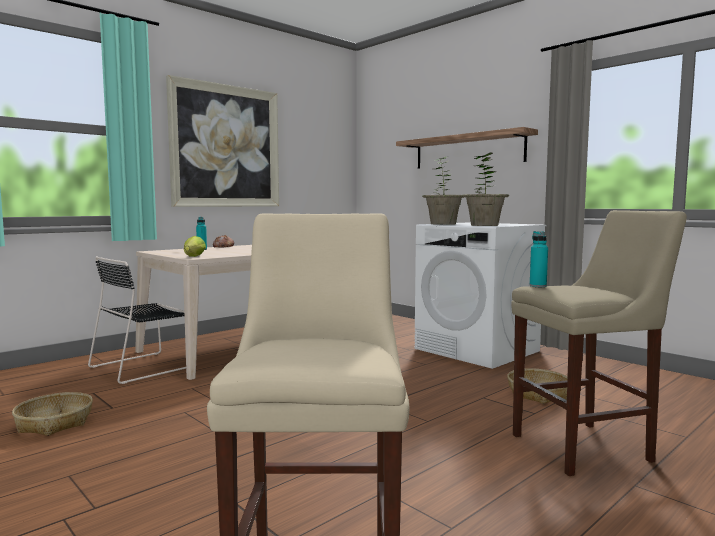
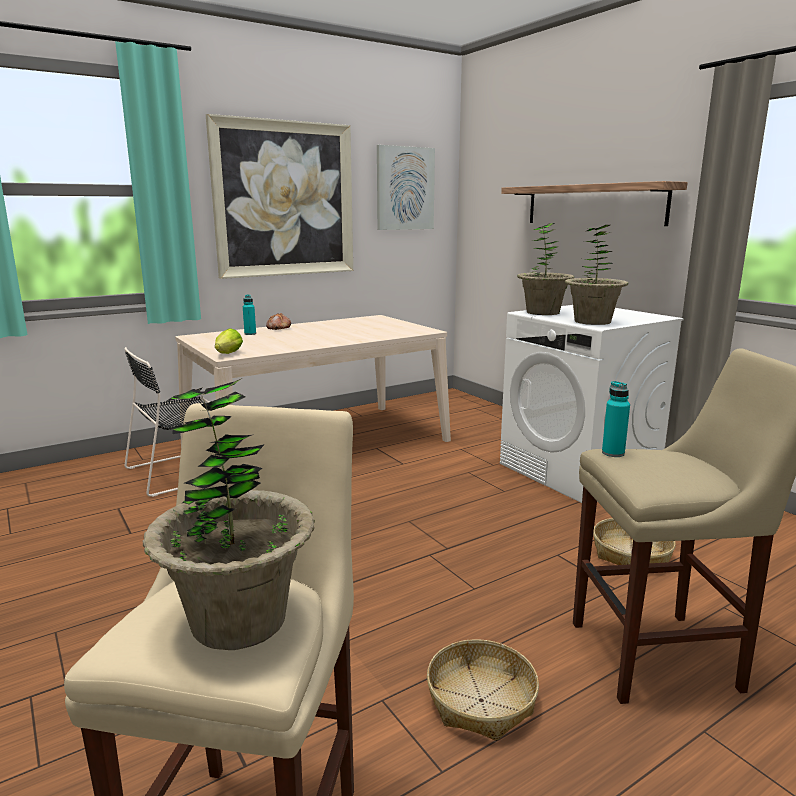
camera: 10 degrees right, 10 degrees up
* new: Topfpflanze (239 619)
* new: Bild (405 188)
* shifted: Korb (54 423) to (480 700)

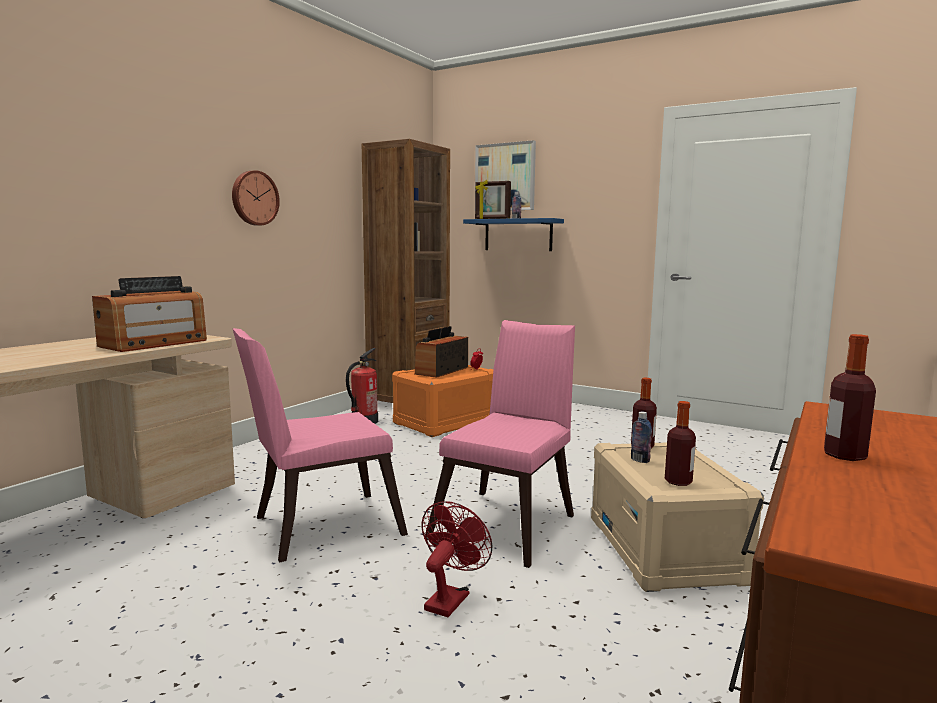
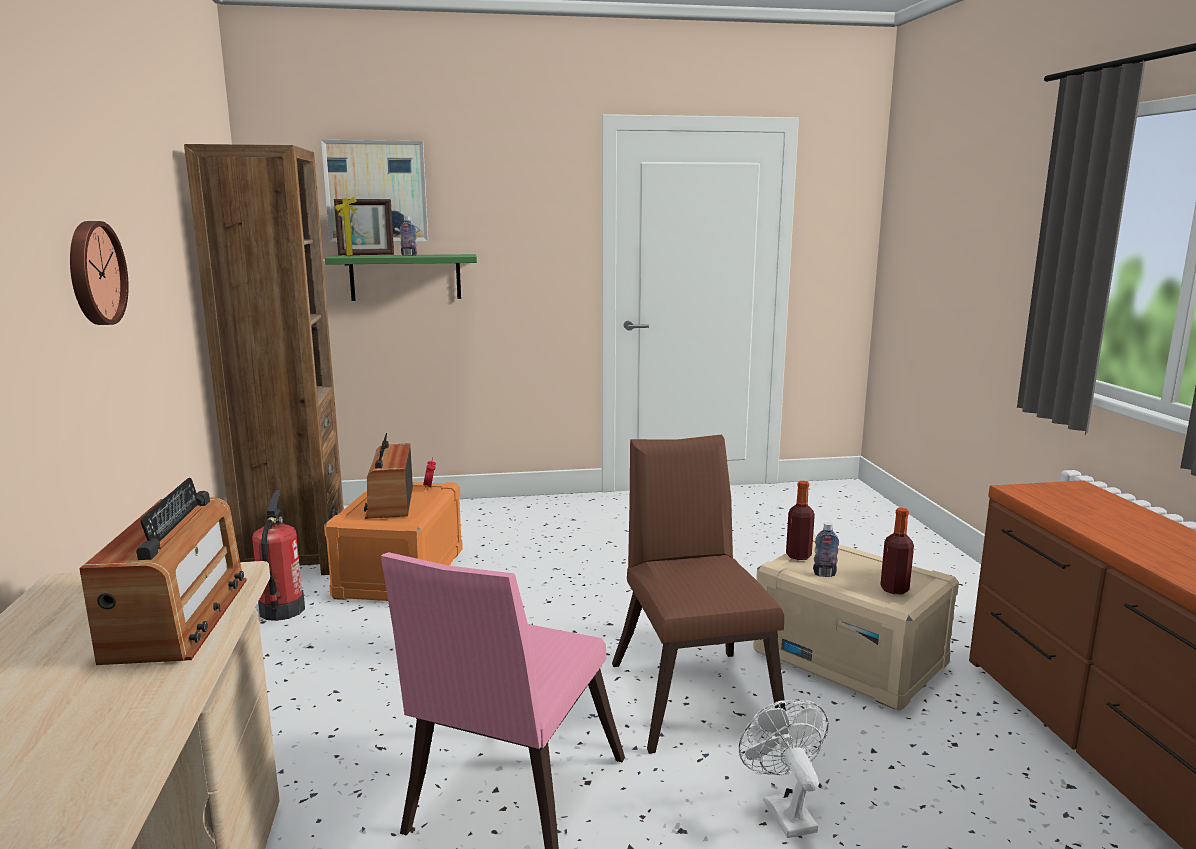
camera: 40 degrees left, 5 degrees up
* repainted: Wandregal (blau) (518 235) to Wandregal (grün) (405 277)
* repainted: Stuhl (rosa) (509 523) to Stuhl (braun) (693 690)
* repainted: Ventilator (rot) (450 598) to Ventilator (weiß) (783 810)
* gone: Flasche (844 455)

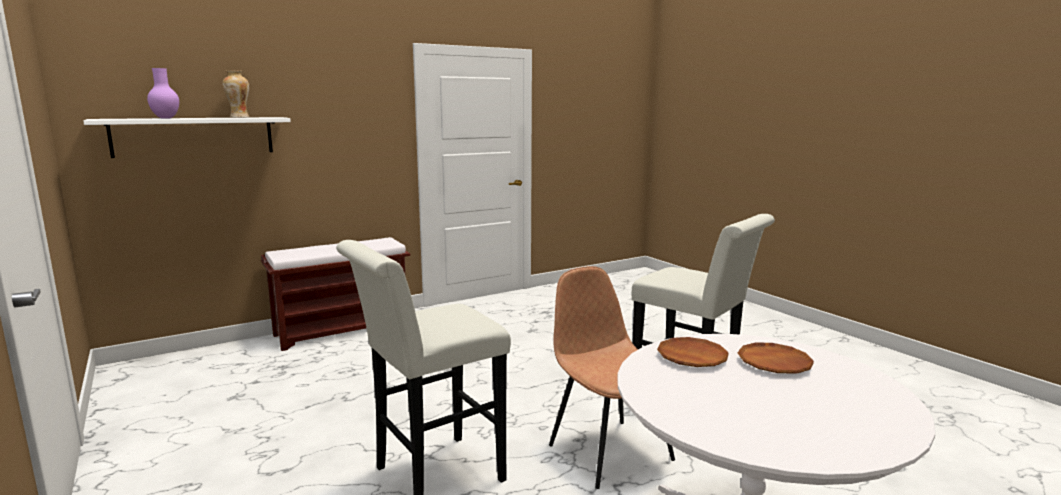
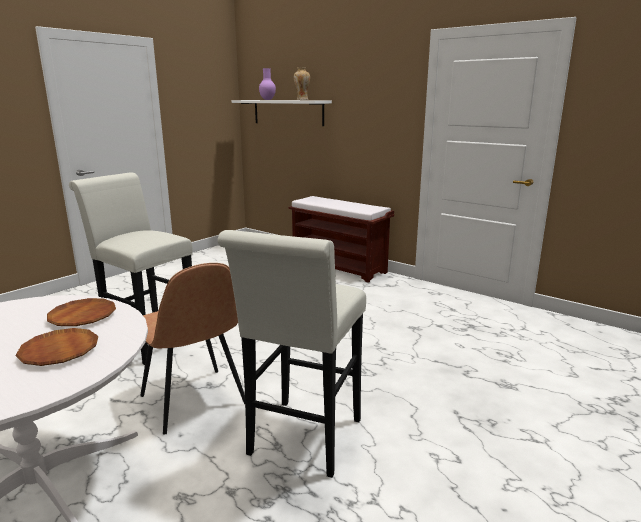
camera: 70 degrees right, 5 degrees up
* rotated: Stuhl (braun) (608 451) = (194 401) 105 degrees clockwise

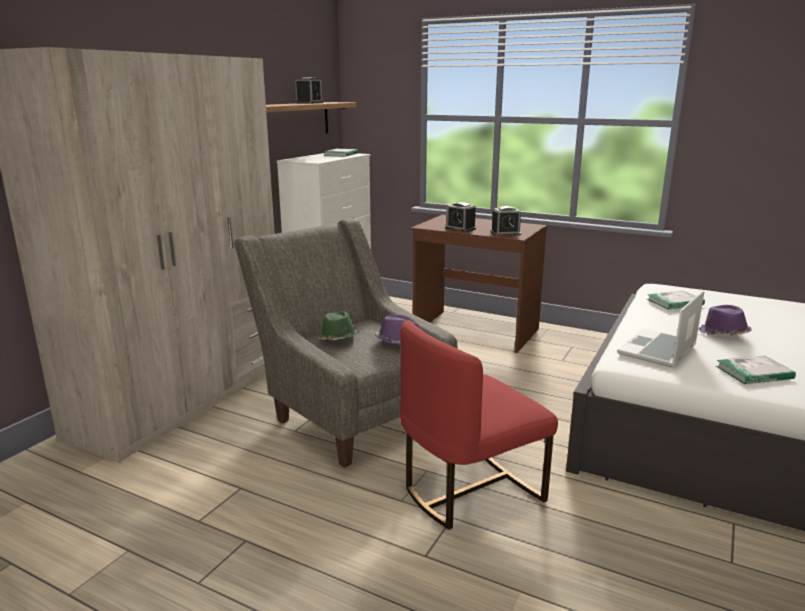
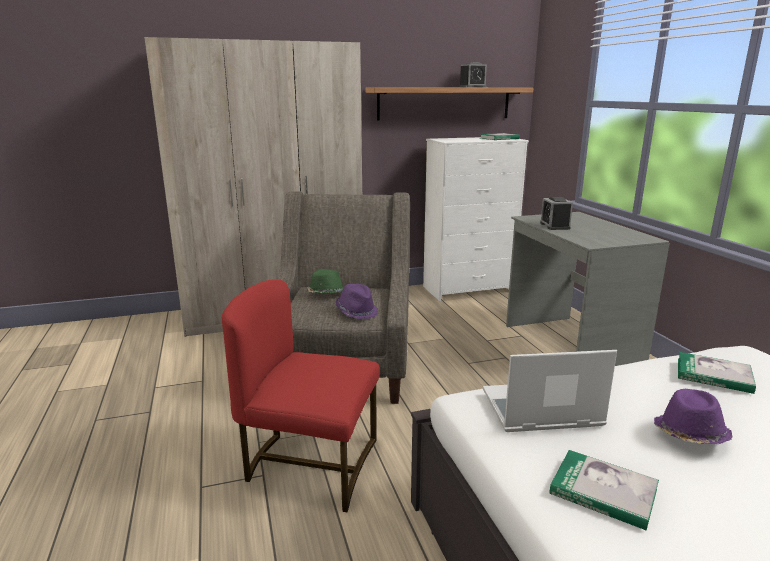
camera: 45 degrees right, 0 degrees up
* repainted: Schreibtisch (braun) (475 331) to Schreibtisch (grau) (569 345)
* gone: Wecker (505 233)

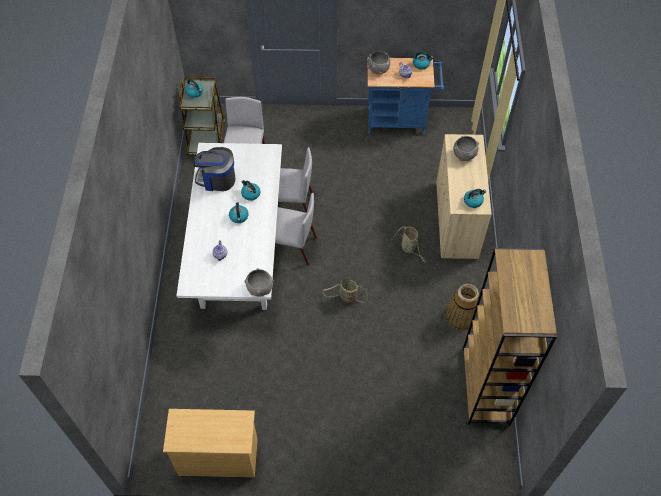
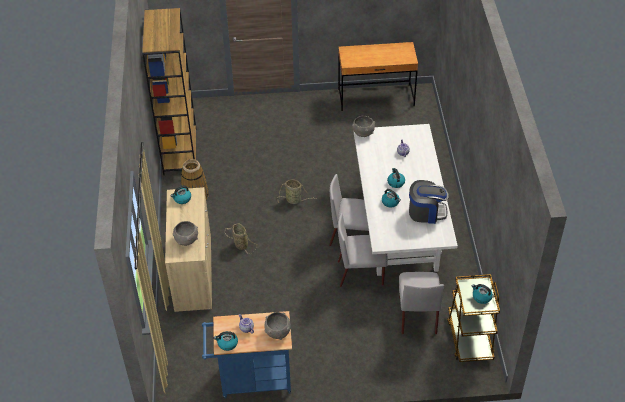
camera: 175 degrees right, 10 degrees down
* swapped: Kommode (beige) (218 457) to Schreibtisch (braun) (376 97)

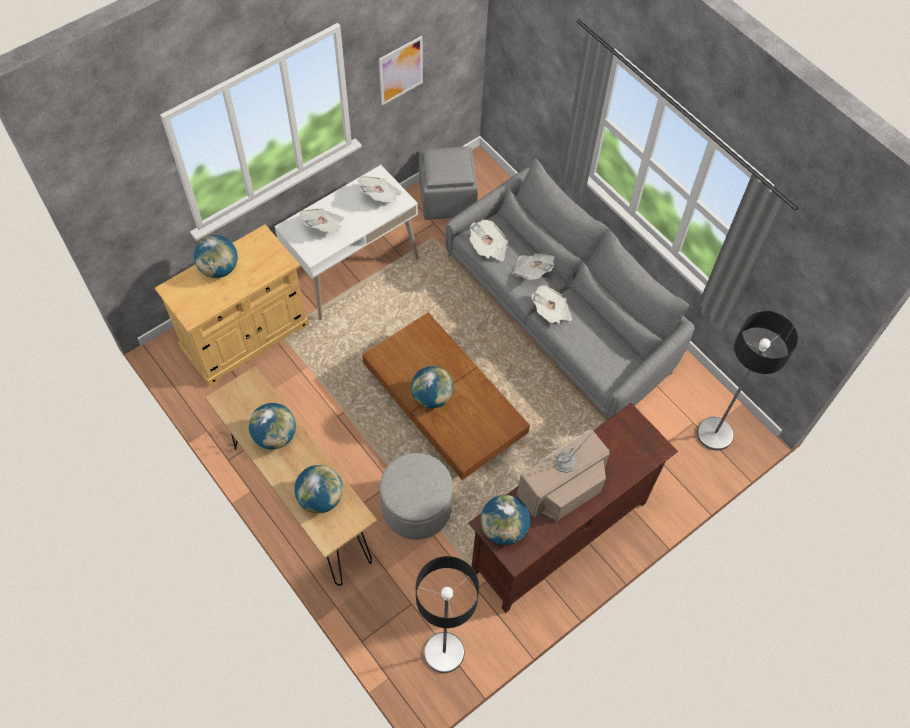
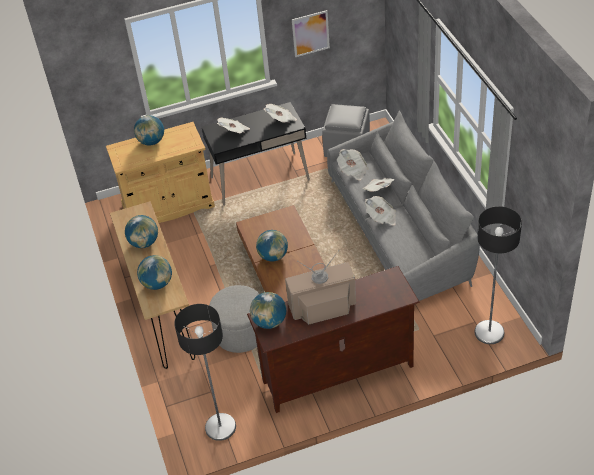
camera: 25 degrees right, 15 degrees down
* repainted: Schreibtisch (weiß) (352 269) to Schreibtisch (schwarz) (260 178)

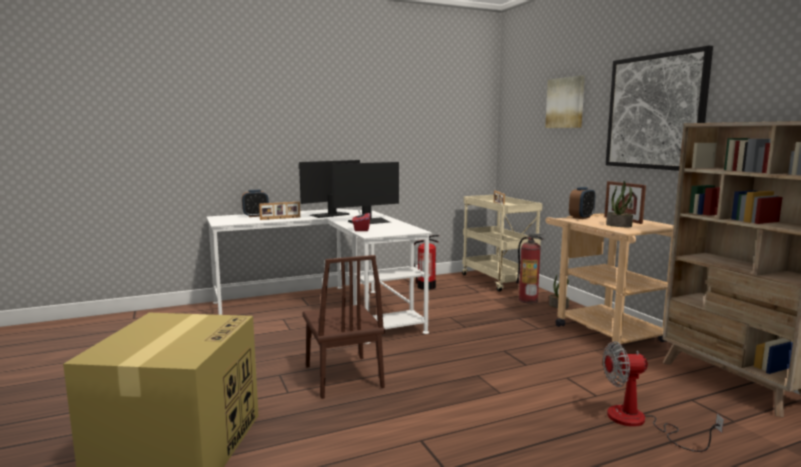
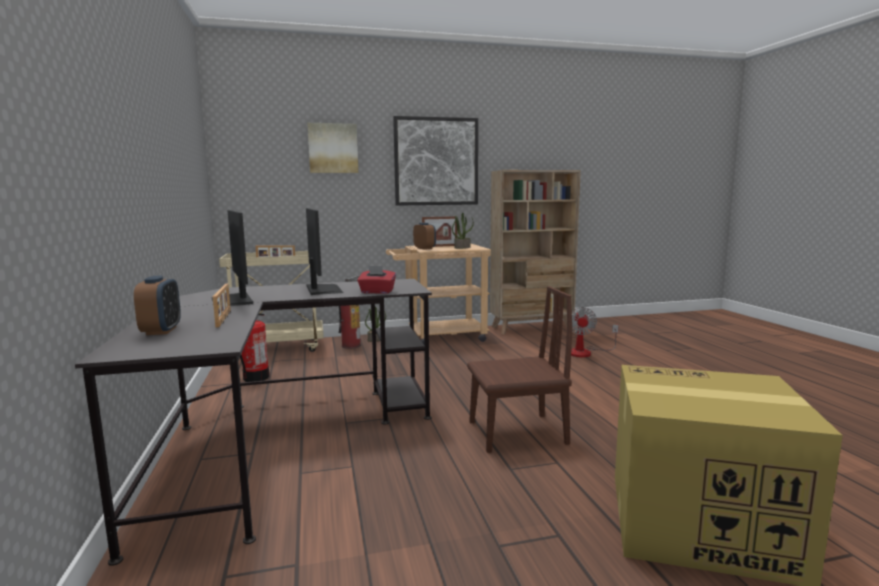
camera: 80 degrees left, 0 degrees up
* repainted: Schreibtisch (weiß) (326 308) to Schreibtisch (schwarz) (279 439)

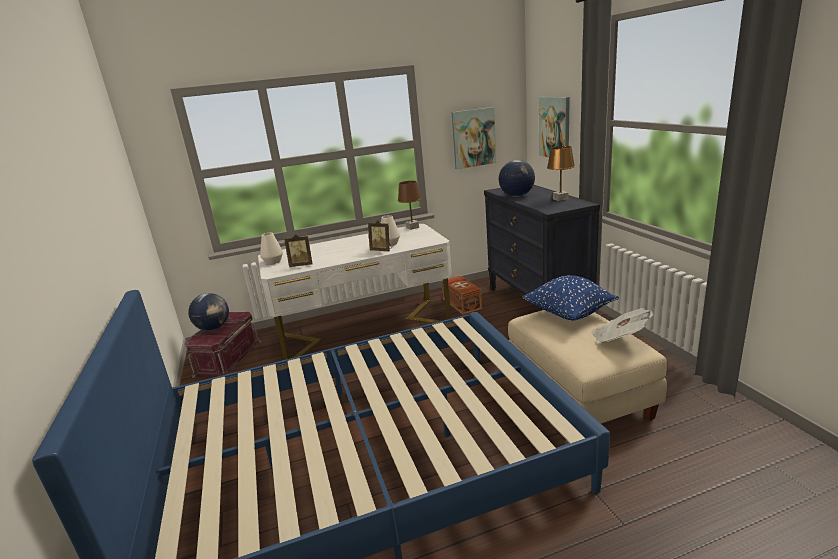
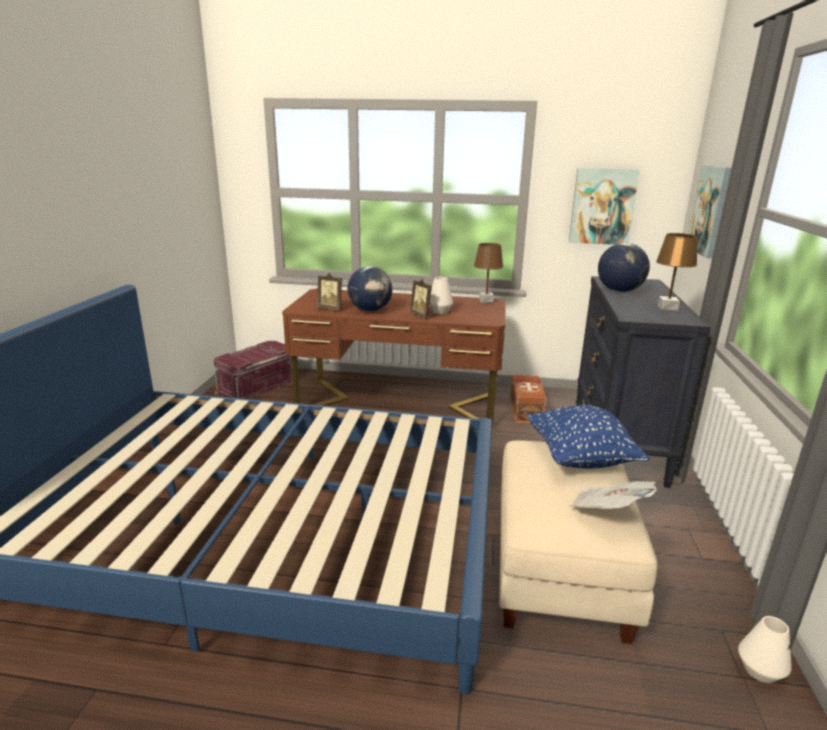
camera: 25 degrees right, 0 degrees up
* repainted: Schreibtisch (weiß) (364 330) to Schreibtisch (braun) (397 403)
* shifted: Globus (213 328) to (370 310)
* shifted: Vase (weiß) (273 262) to (759 670)

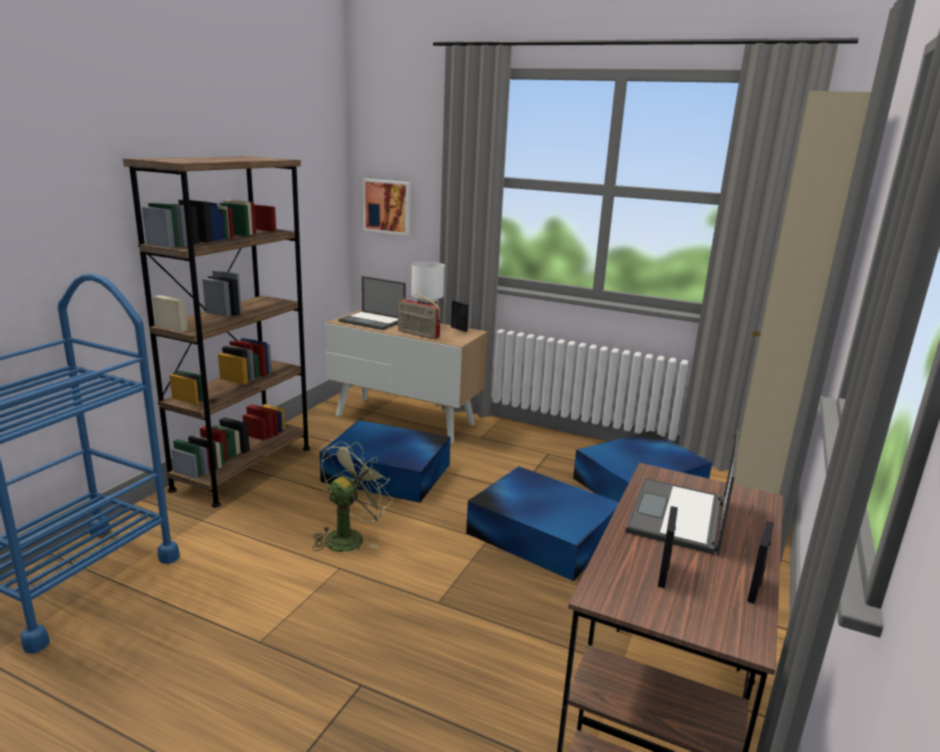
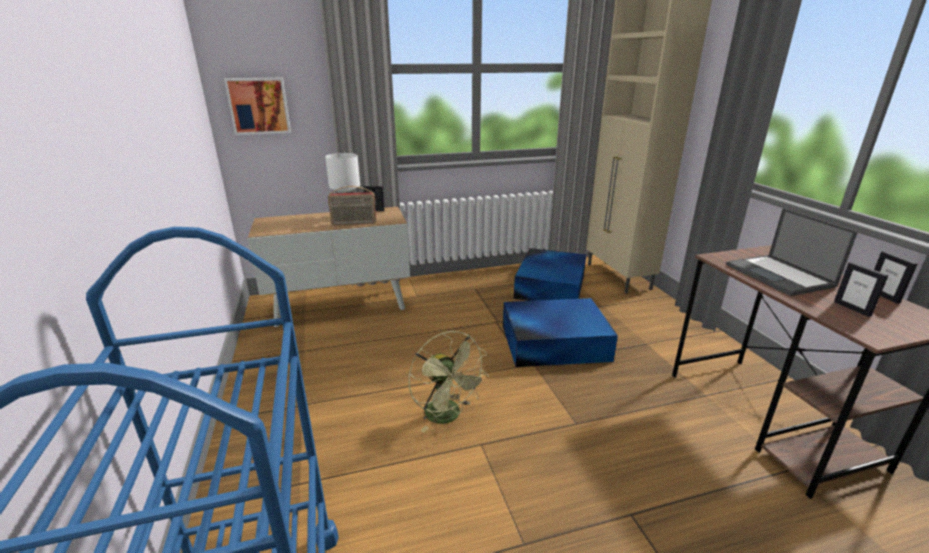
camera: 40 degrees left, 5 degrees up
* rotated: Ventilator (grün) (349 536) = (448 416) 150 degrees clockwise
* gone: Bücherregal (braun) (243 468)
* gone: Aufbewahrungsbox (blau) (388 473)
* gone: Laptop (373 321)

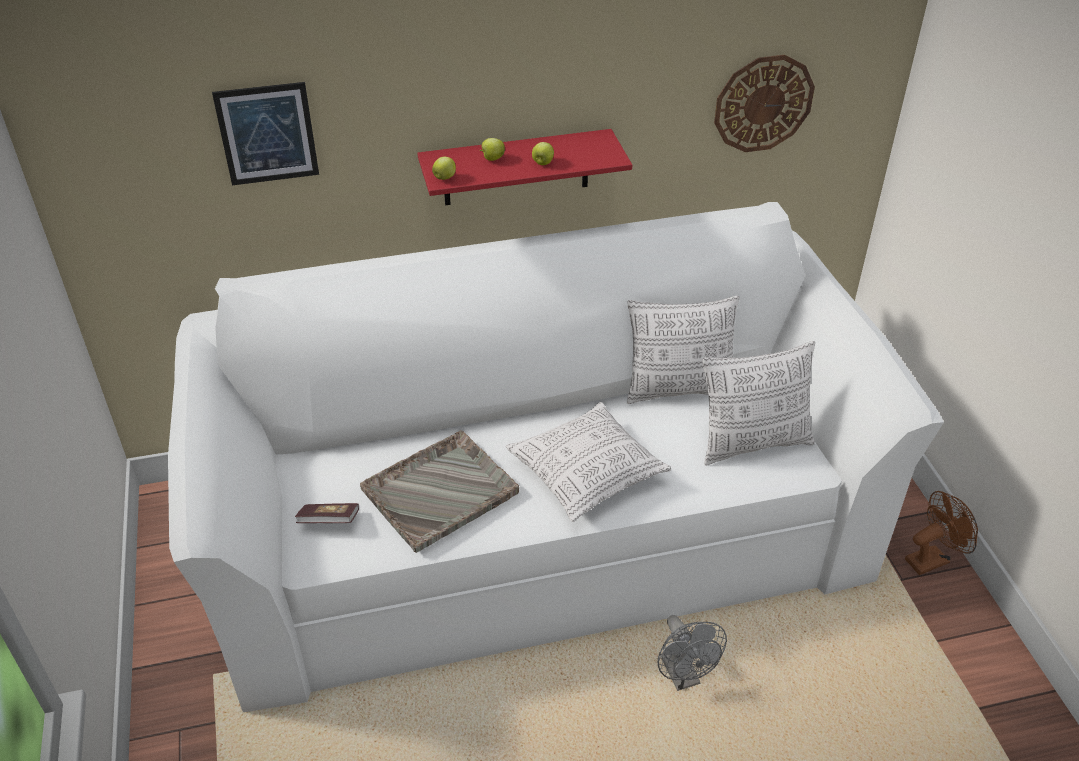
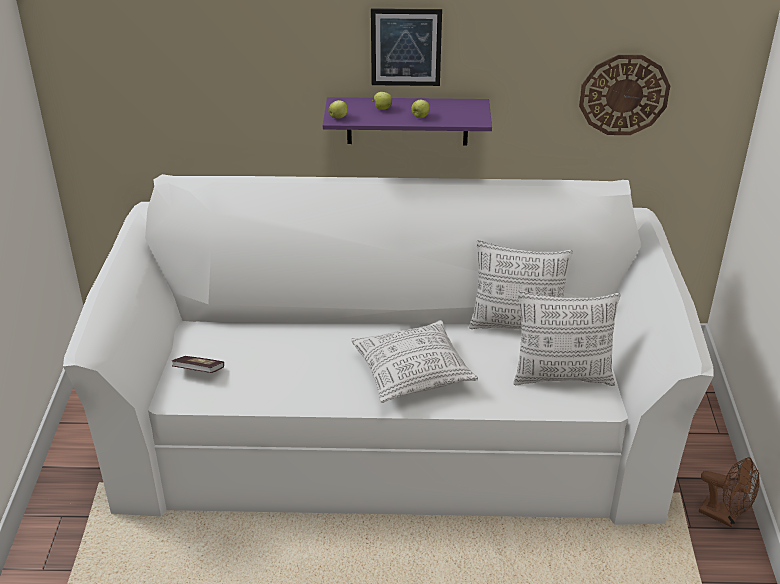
camera: 15 degrees right, 5 degrees down
* repainted: Wandregal (rot) (516 168) to Wandregal (lila) (407 121)
* shifted: Bild (267 134) to (406 47)
* rotated: Ventilator (braun) (932 558) = (724 516) 45 degrees clockwise
* gone: Tablett (grau) (441 491)
* gone: Ventilator (grau) (683 677)

